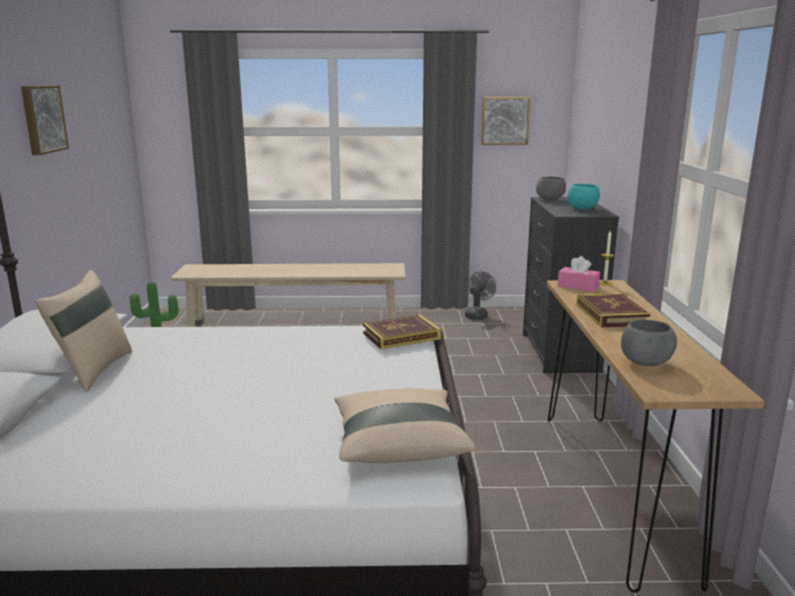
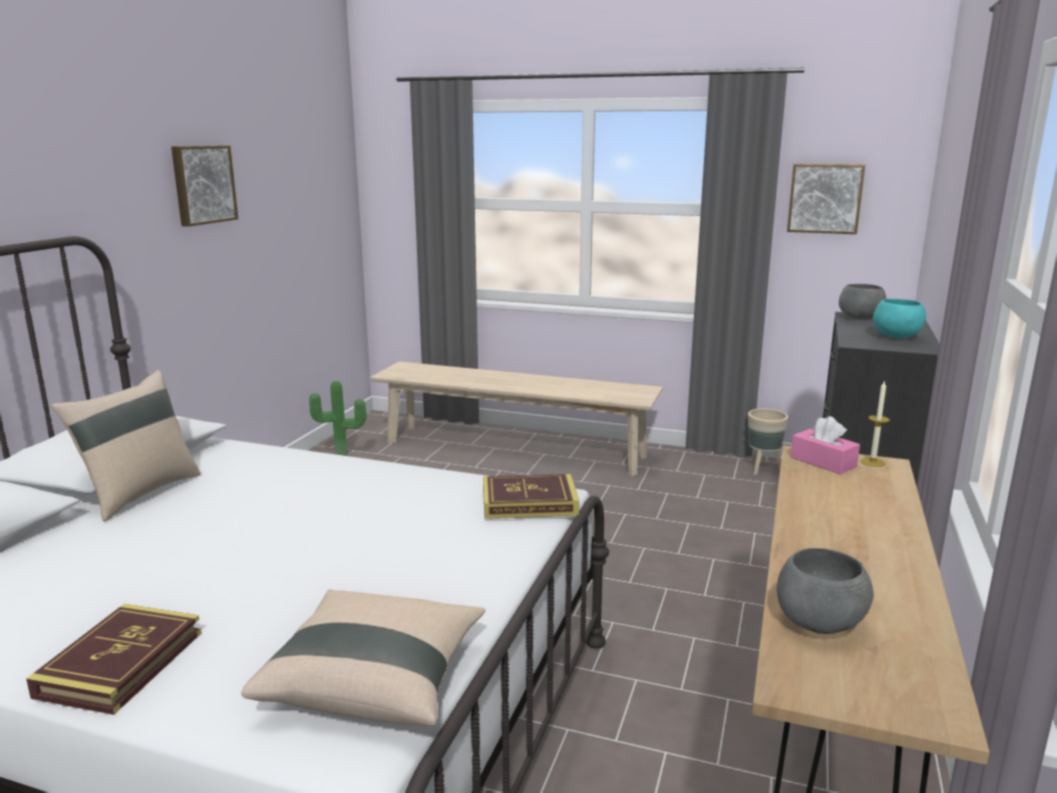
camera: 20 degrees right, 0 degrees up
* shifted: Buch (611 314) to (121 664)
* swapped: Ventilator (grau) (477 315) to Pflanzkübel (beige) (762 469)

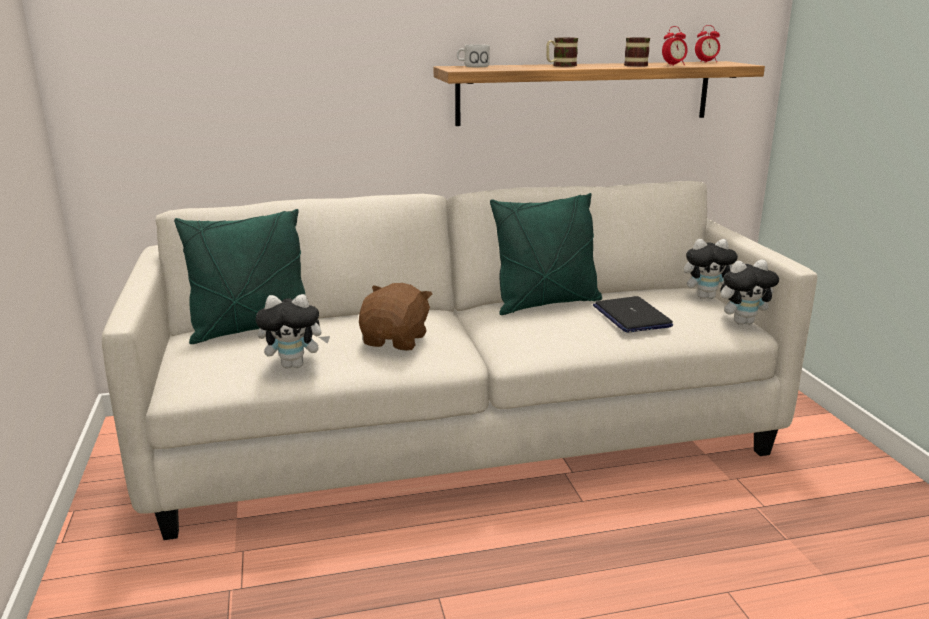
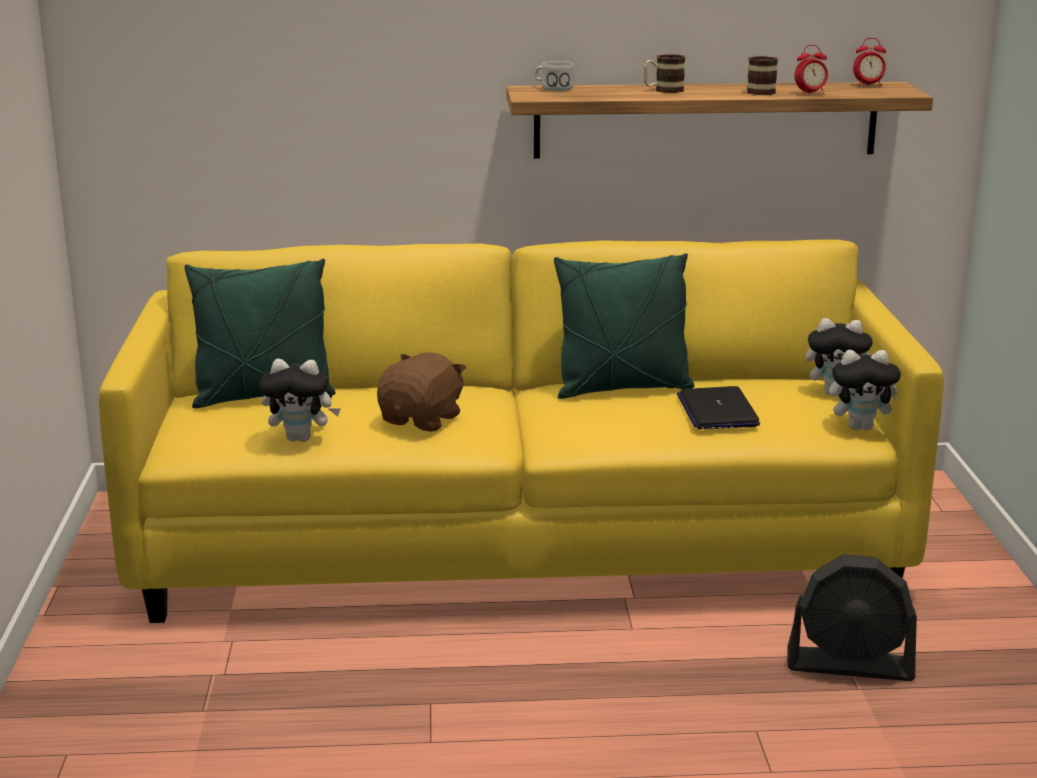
camera: 10 degrees right, 0 degrees up
* repainted: Sofa (weiß) (464 434) to Sofa (gelb) (519 545)
* new: Ventilator (schwarz) (850 665)

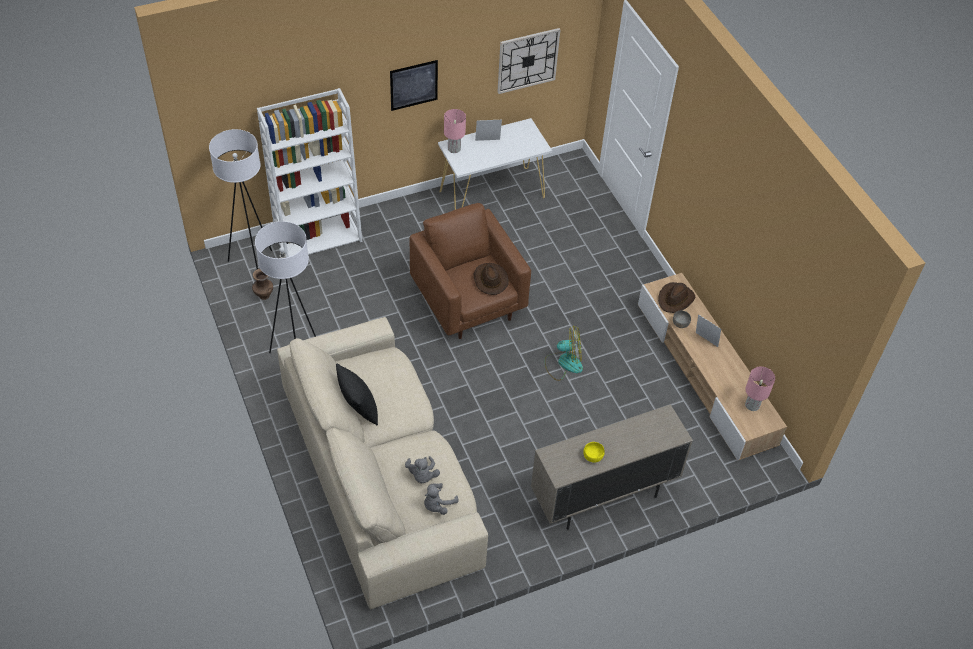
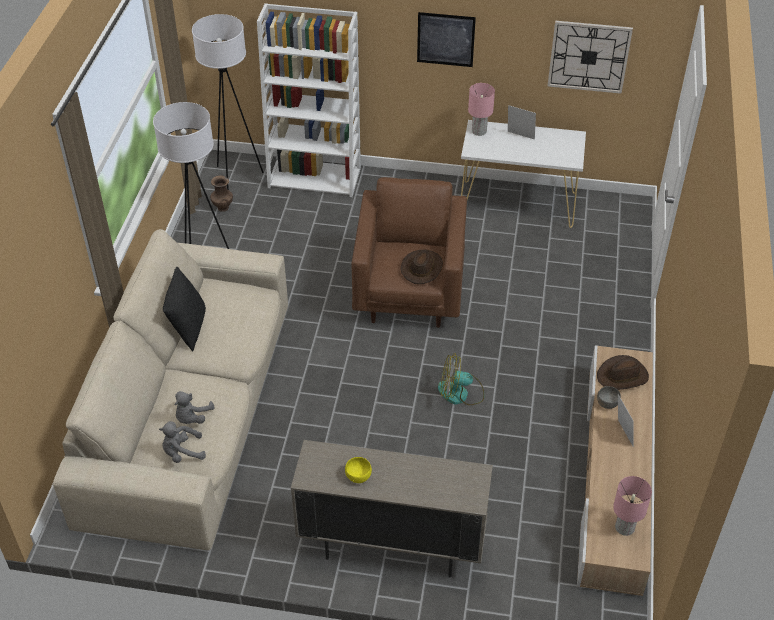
camera: 35 degrees right, 5 degrees down
* rotated: Ventilator (564 363) = (460 393) 150 degrees clockwise

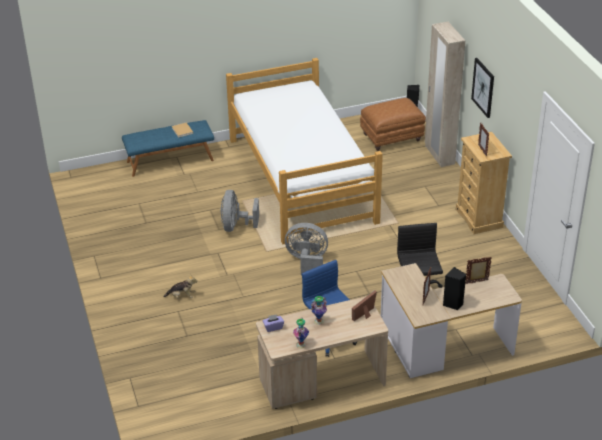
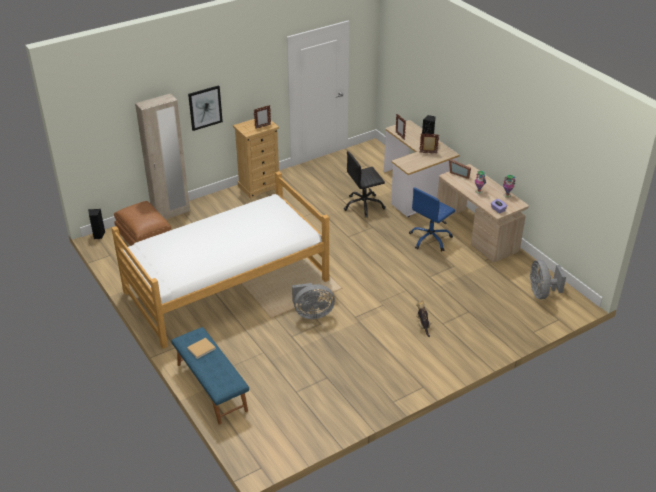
camera: 105 degrees left, 0 degrees up
* shifted: Ventilator (grau) (307 262) to (541 293)

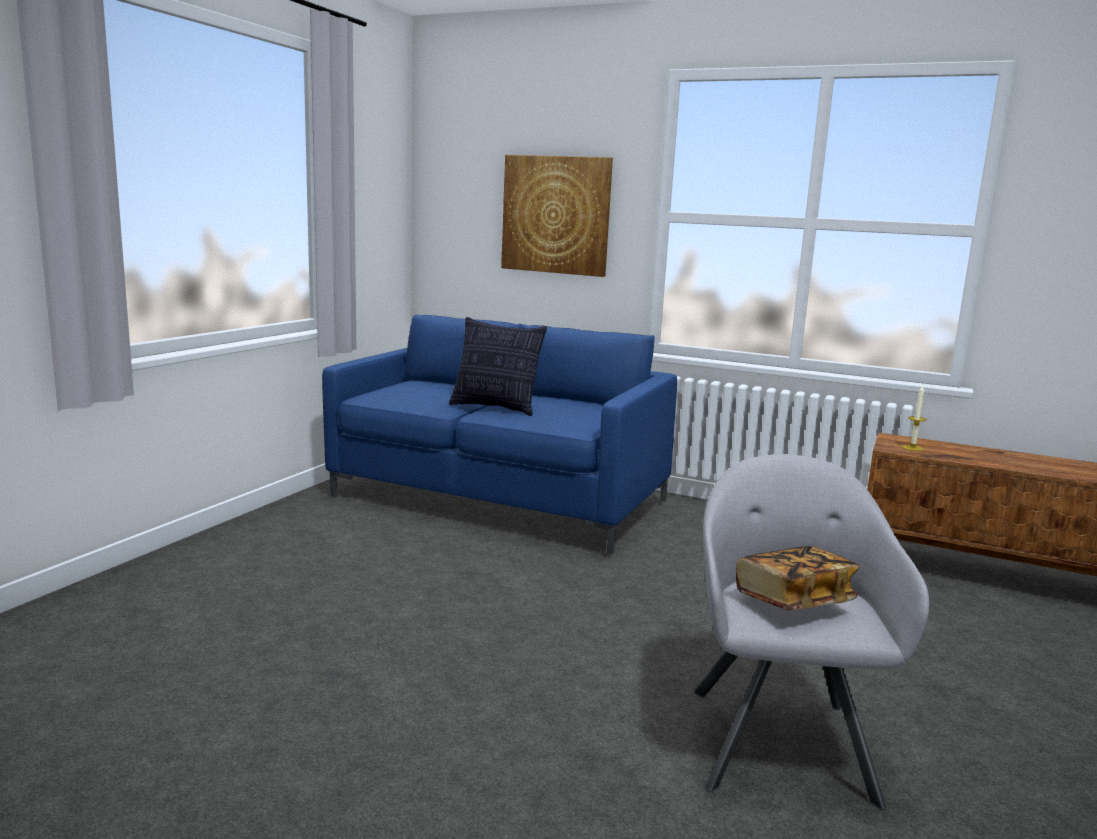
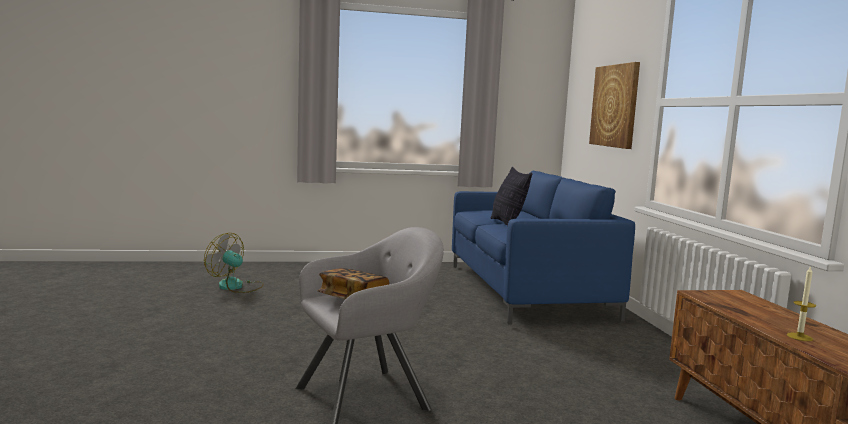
camera: 55 degrees right, 5 degrees down
* new: Ventilator (236 286)
* shifted: Kerze (912 448) to (799 337)

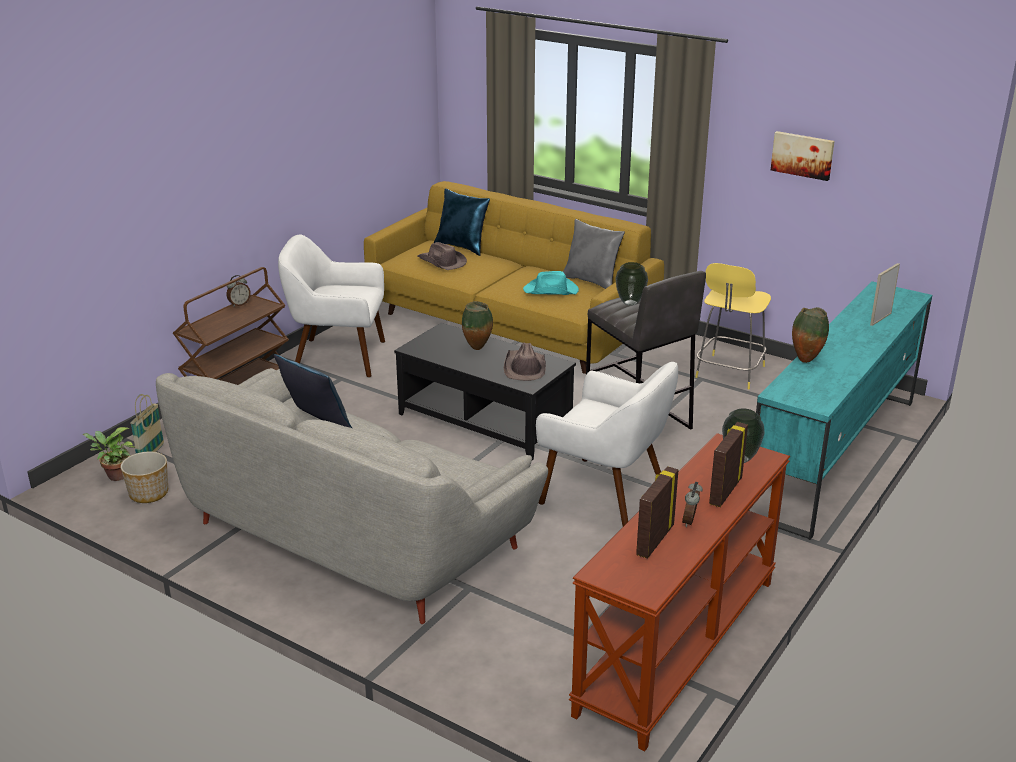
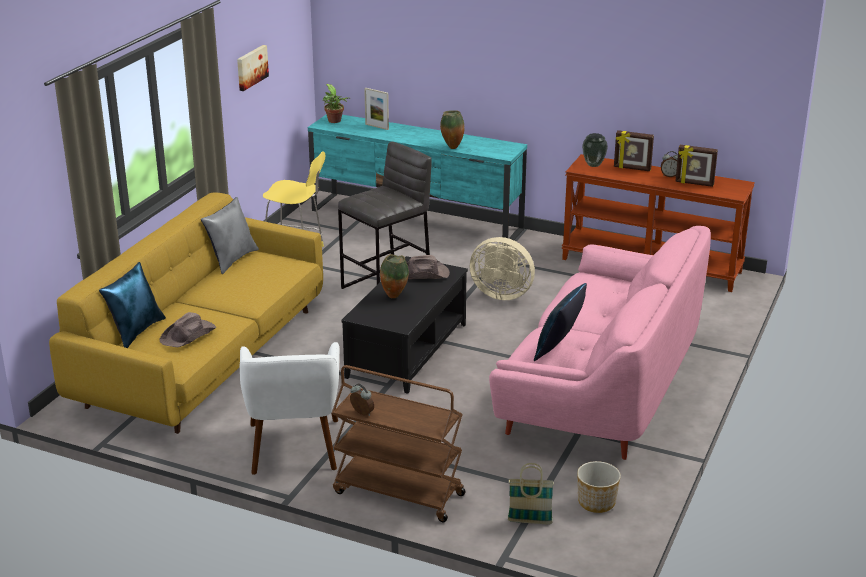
camera: 100 degrees left, 0 degrees up
* shifted: Topfpflanze (115 476) to (335 121)
* swapped: Sessel (weiß) (605 495) to Ventilator (beige) (501 294)
* repainted: Sofa (grau) (354 532) to Sofa (rosa) (599 386)
* gone: Hut (türkis) (551 291)
* gone: Vase (629 303)

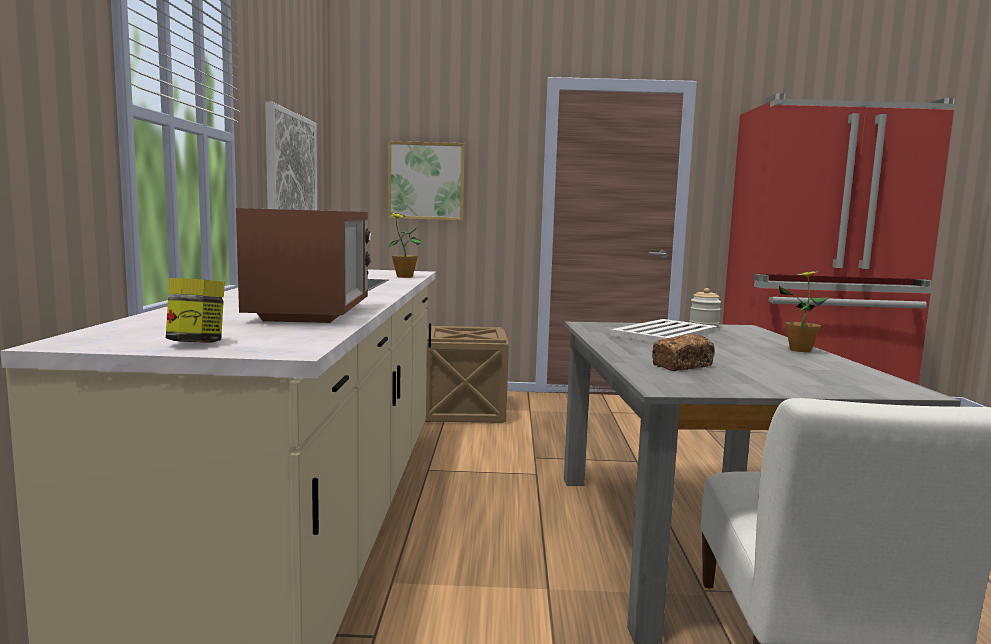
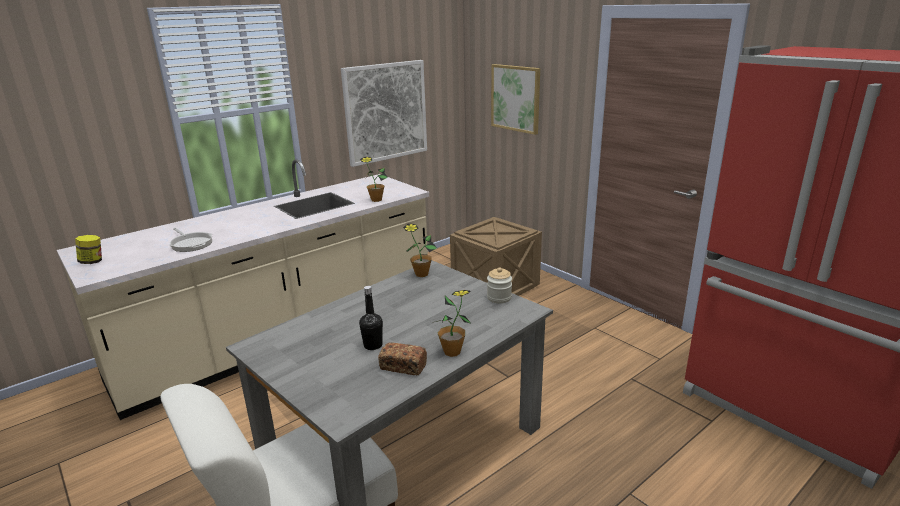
camera: 50 degrees right, 15 degrees up
* swapped: Mikrowelle (311 313) to Pfanne (191 243)
* new: Flasche (schwarz) (373 345)
* shifted: Brot (682 366) to (403 367)
* new: Topfpflanze (421 274)
* gone: Tablett (weiß) (664 333)

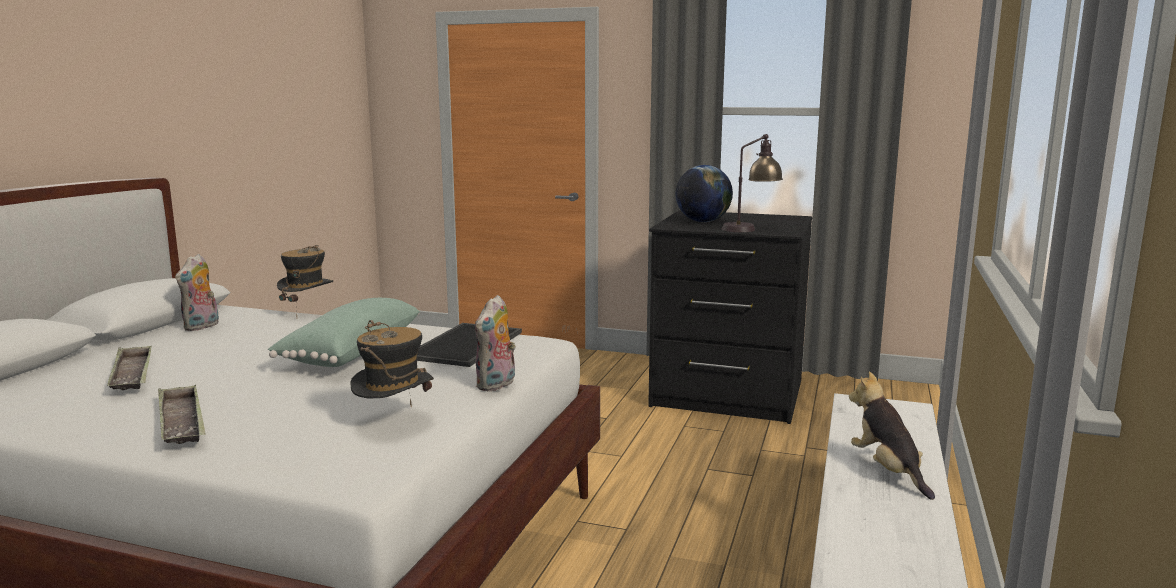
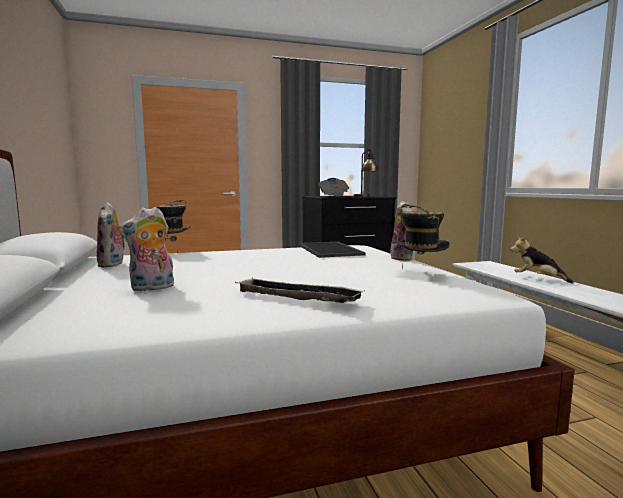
camera: 35 degrees left, 5 degrees down
* swapped: Tablett (132 375) to Plüschtier (152 288)
* swapped: Globus (703 222) to Zeitung (334 196)
* gone: Kissen (grün) (350 351)

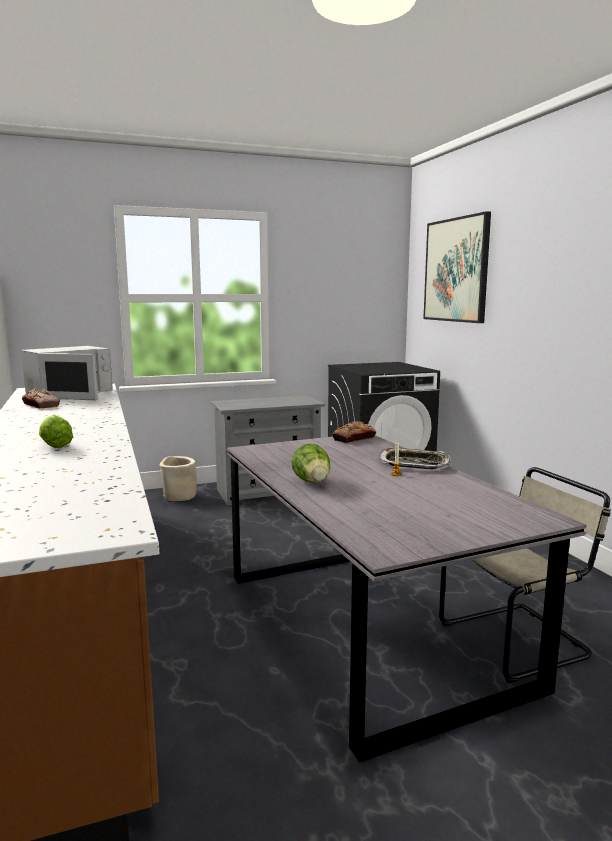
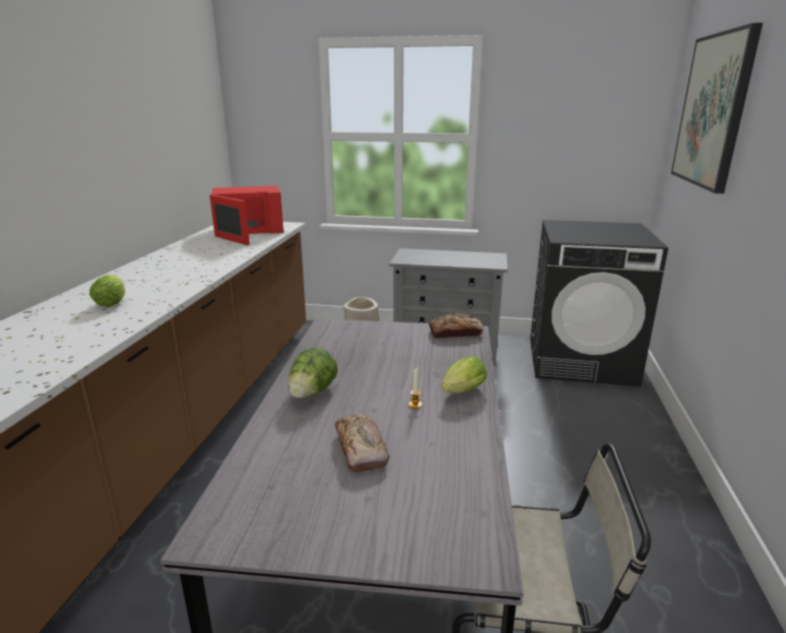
camera: 30 degrees right, 10 degrees up
* repainted: Mikrowelle (weiß) (69 393) to Mikrowelle (rot) (248 231)
* shifted: Brot (41 405) to (361 449)
* swapped: Tablett (414 464) to Salatkopf (461 392)

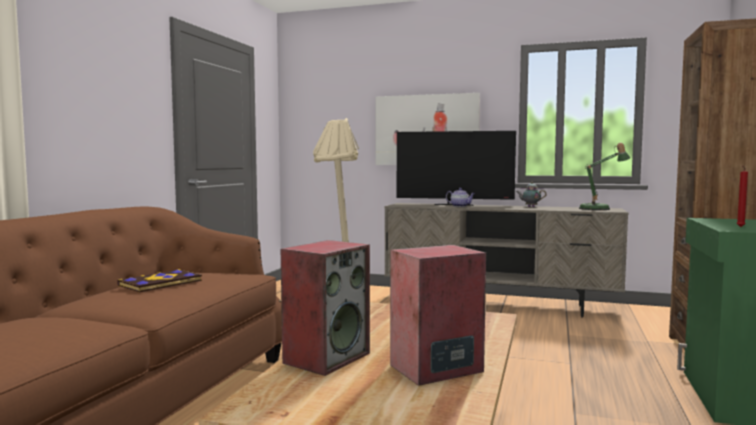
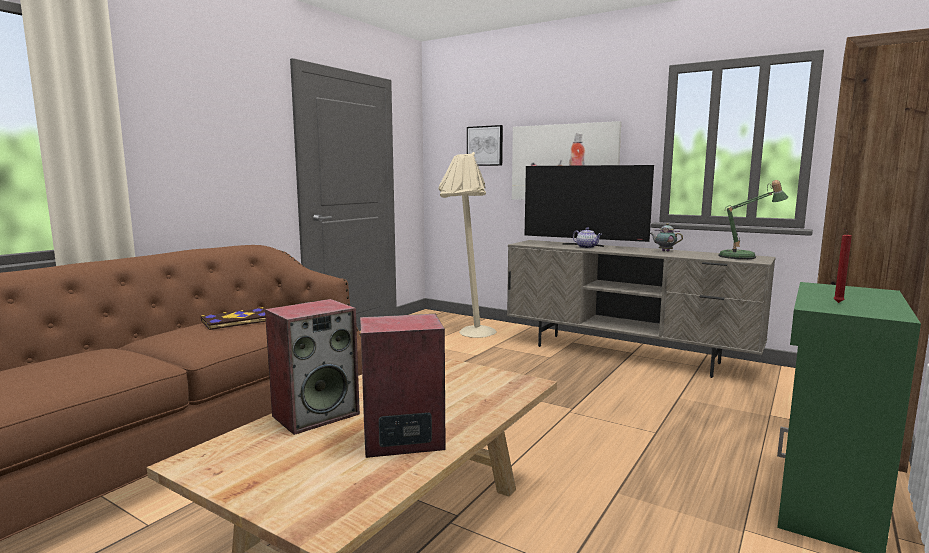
camera: 15 degrees right, 5 degrees up
* new: Bild (485 146)

